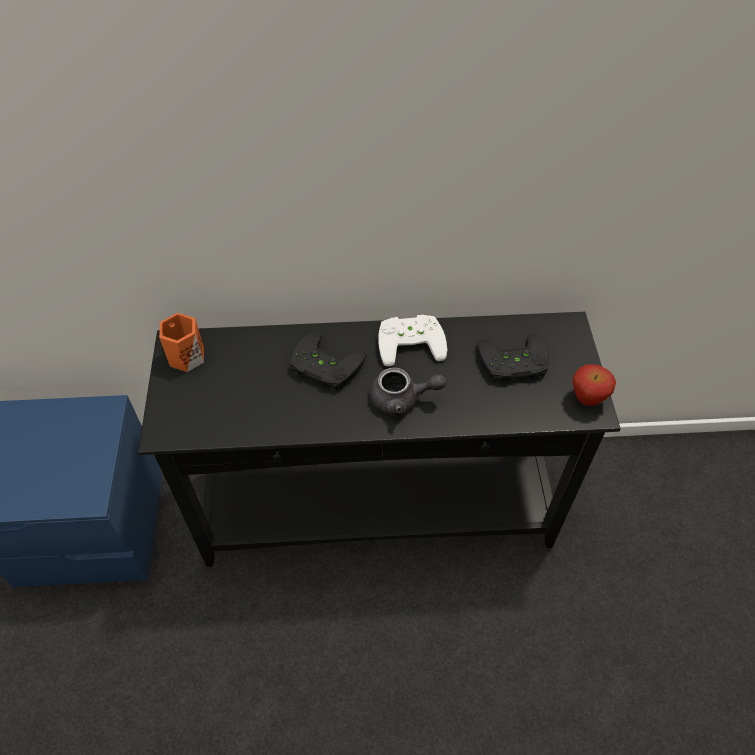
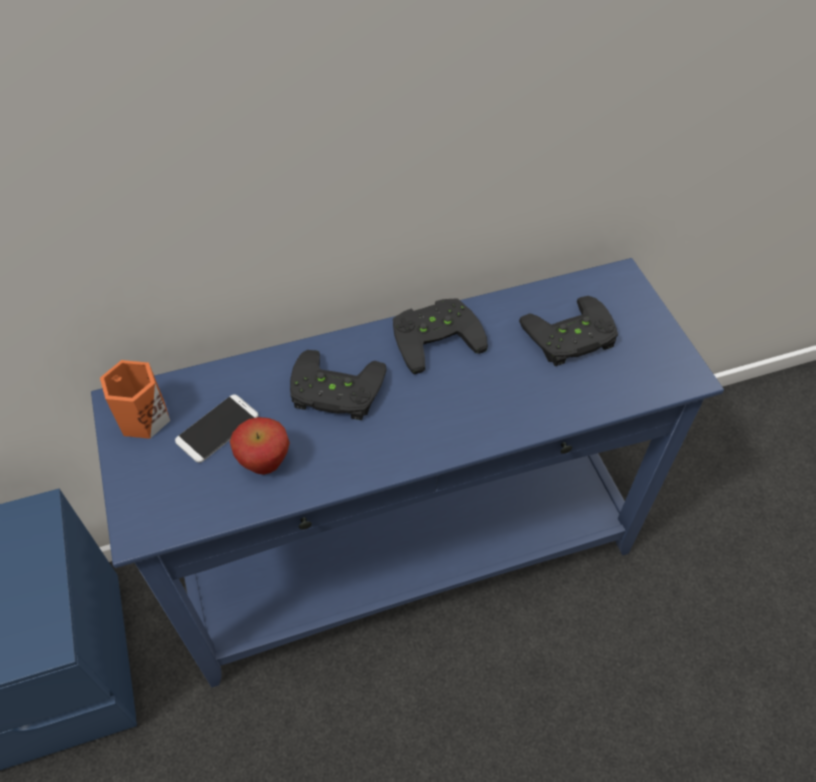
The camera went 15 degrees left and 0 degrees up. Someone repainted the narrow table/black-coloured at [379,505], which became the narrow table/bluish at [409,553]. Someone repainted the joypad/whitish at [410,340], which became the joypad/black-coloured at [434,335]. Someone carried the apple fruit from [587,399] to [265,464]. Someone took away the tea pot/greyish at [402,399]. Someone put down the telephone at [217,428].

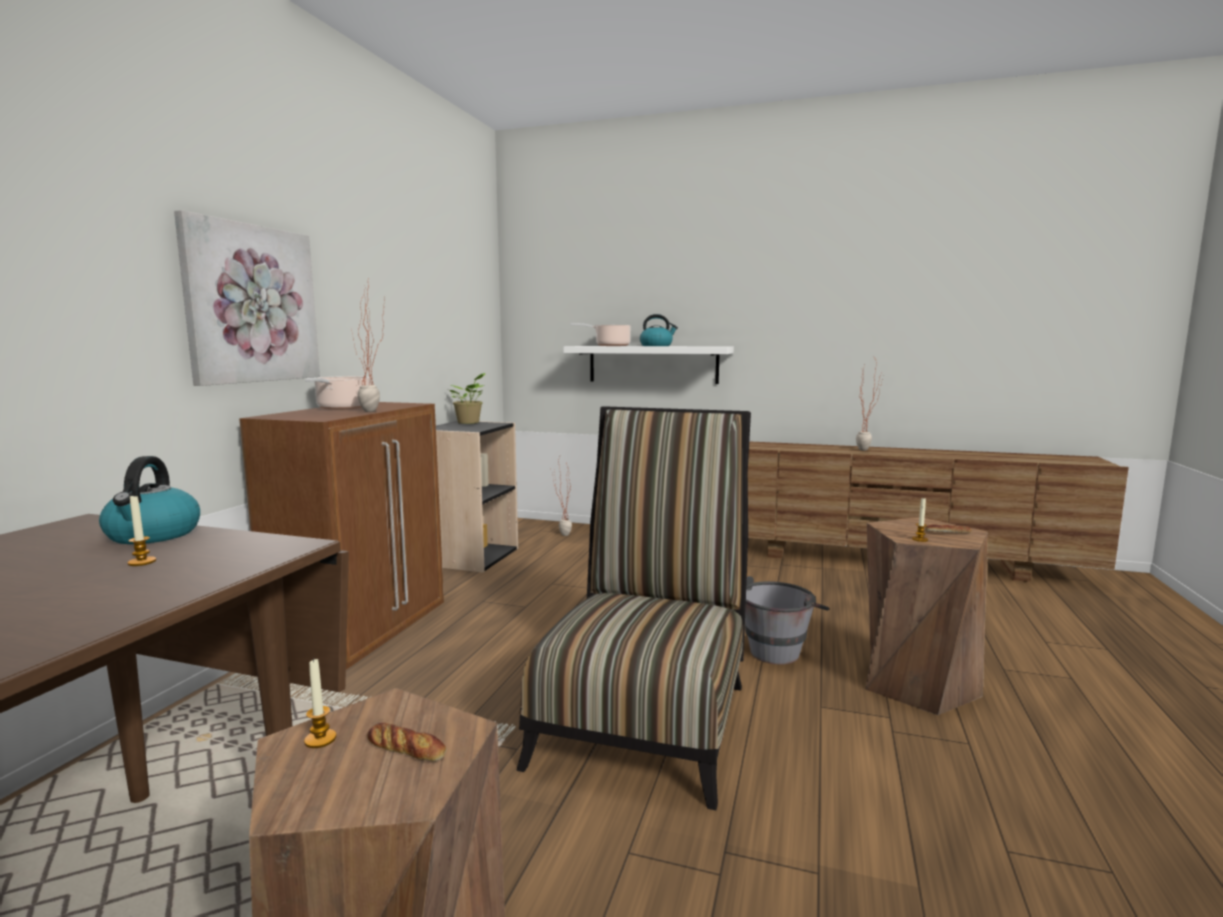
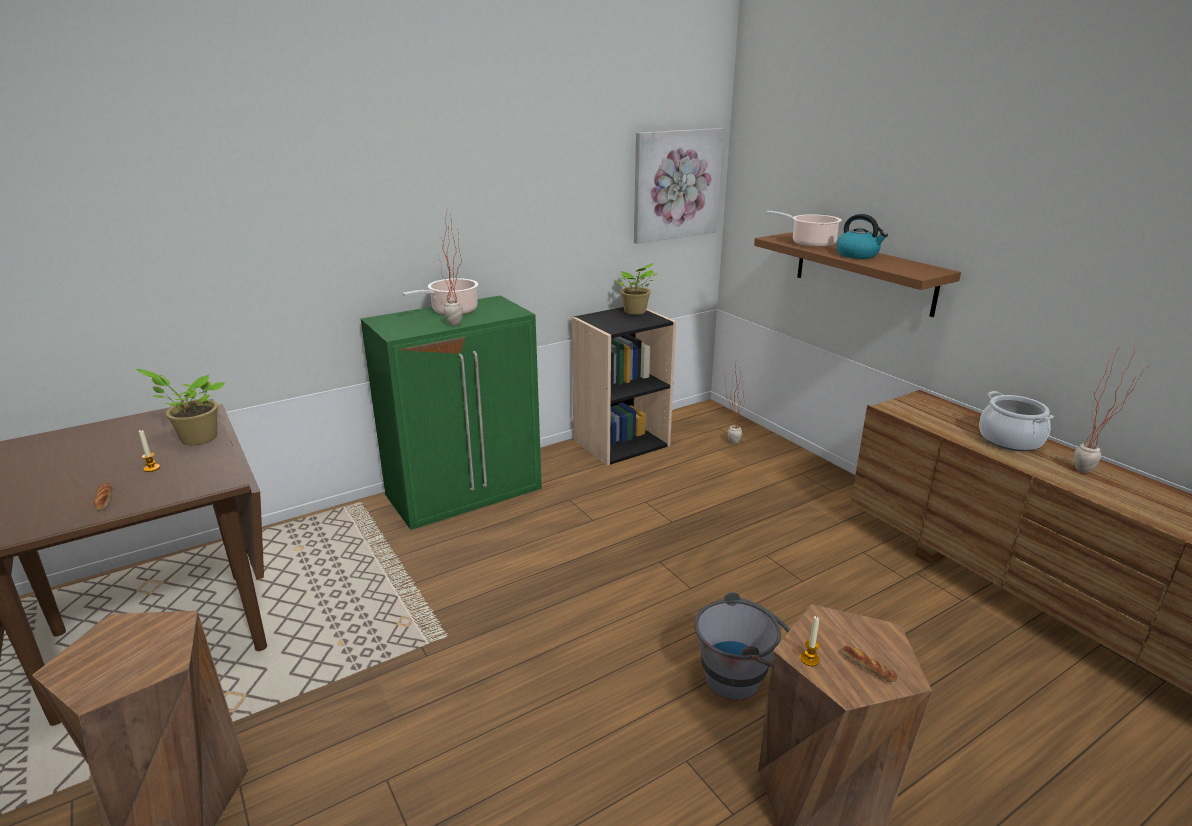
The camera went 40 degrees right and 15 degrees up. Someone carried the wall picture from [251,304] to [676,185]. Someone repainted the wall shelf/whitish at [653,364], which became the wall shelf/brownish at [863,273]. Someone repainted the cupboard/brownish at [363,627], which became the cupboard/green at [465,491]. Someone took away the upright chair at [646,714]. Someone swapped the water kettle at [153,535] for the houseplant at [196,438]. Someone took away the wax light at [320,739]. Someone carried the bakery bread from [406,749] to [104,499]. Someone put down the cooking pot at [1010,440].

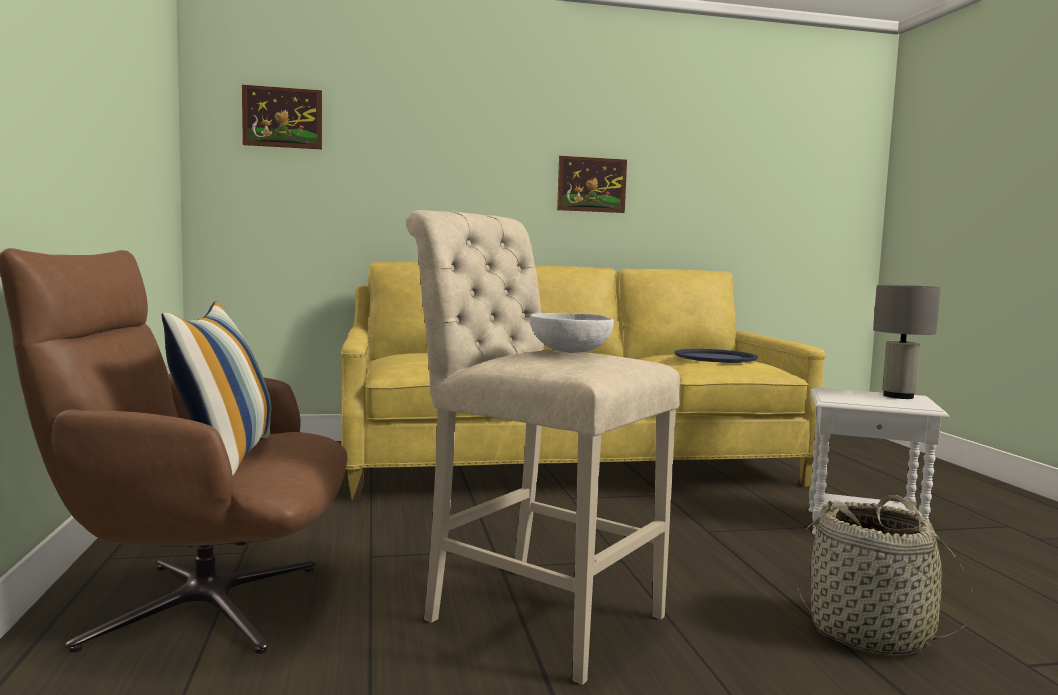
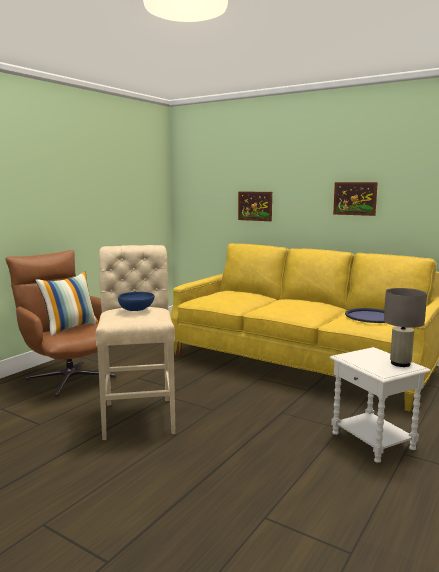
The camera went 45 degrees right and 5 degrees up. Someone carried the wall picture from [282,117] to [255,206]. Someone repainted the serving bowl/whitish at [570,351], which became the serving bowl/bluish at [137,309]. Someone took away the storage basket at [871,634].

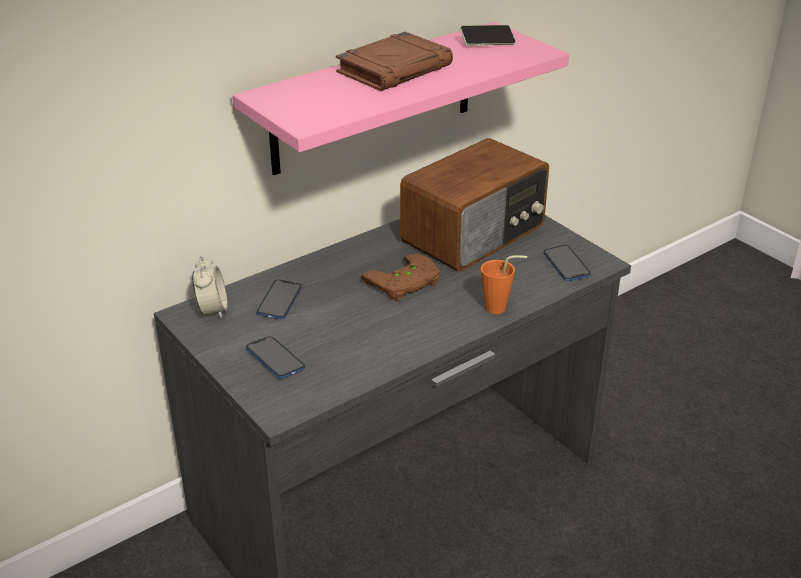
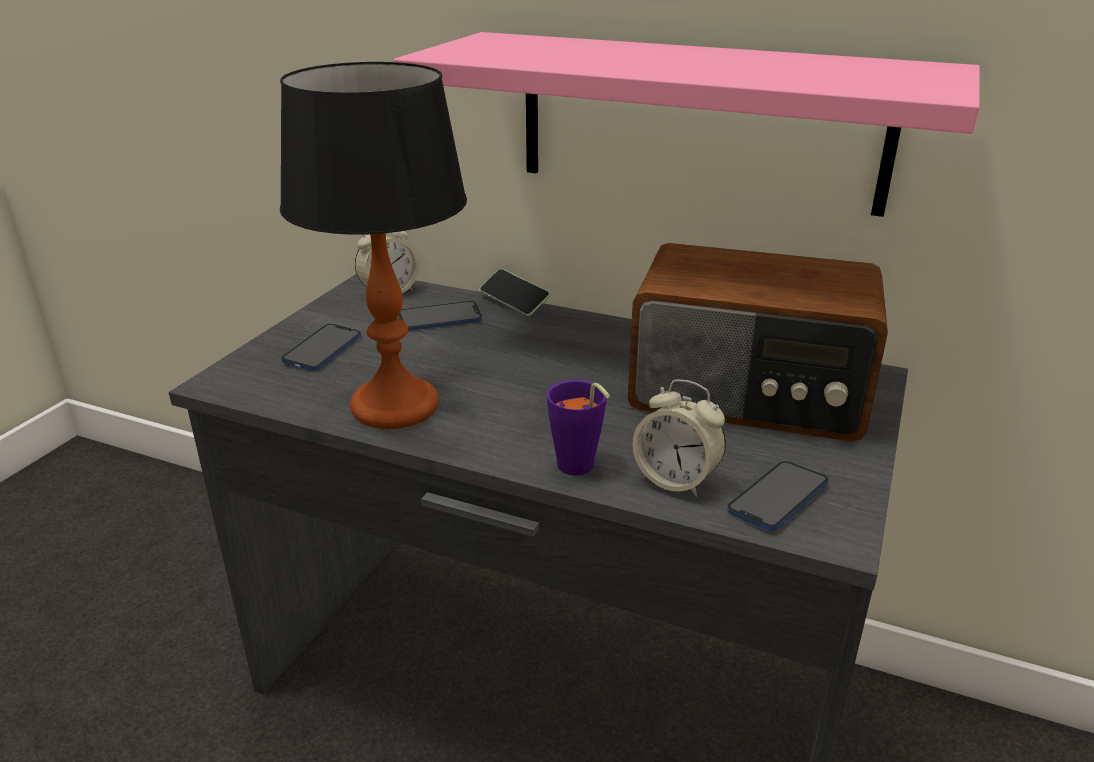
The camera went 60 degrees right and 5 degrees down. Someone carried the telephone from [487,43] to [514,302]. Someone took away the volume/brownish at [395,69]. Someone took away the joypad/brownish at [405,284]. Someone repainted the cup/orange-coloured at [500,308], which became the cup/purplish at [578,469]. Someone put down the tabletop lamp at [394,407]. Someone put down the alarm clock at [676,480].

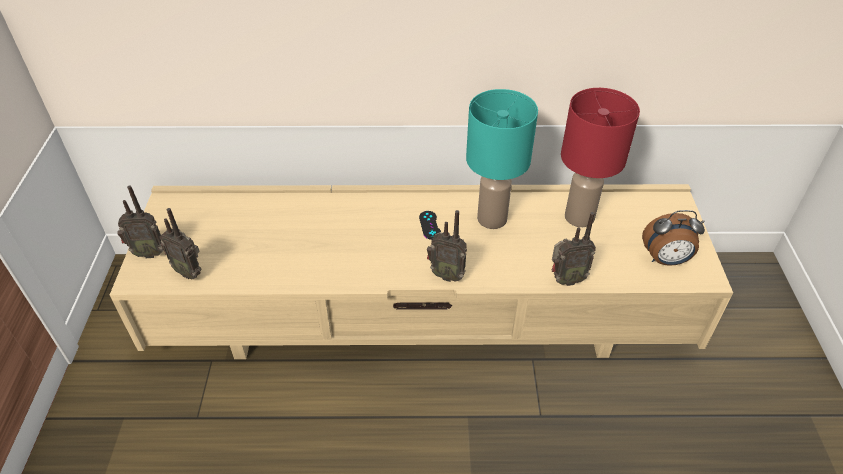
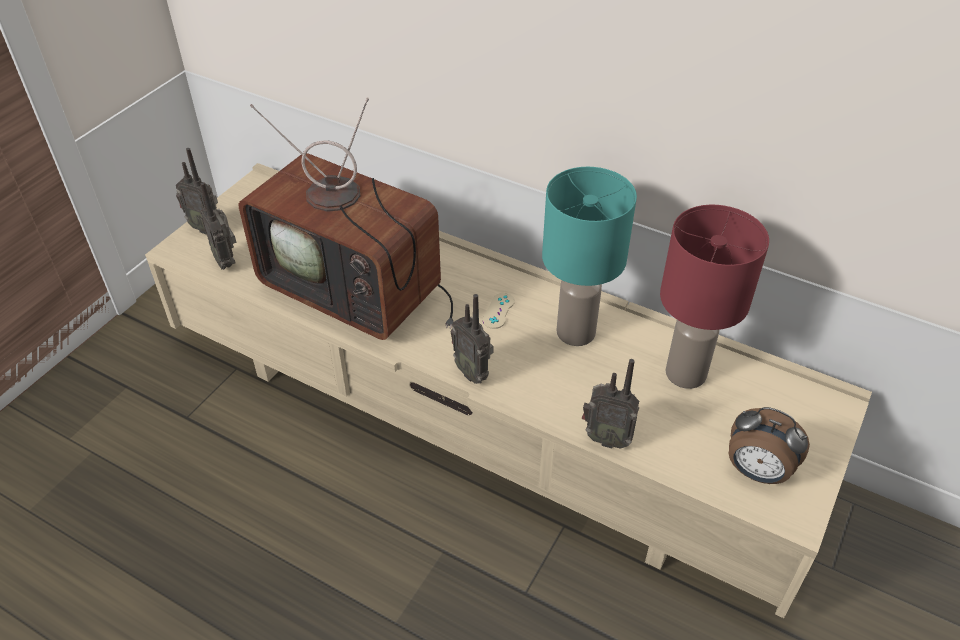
The camera went 30 degrees right and 0 degrees up. Someone repainted the joypad/black-coloured at [430,225], which became the joypad/sand-coloured at [498,311]. Someone put down the TV at [358,290].

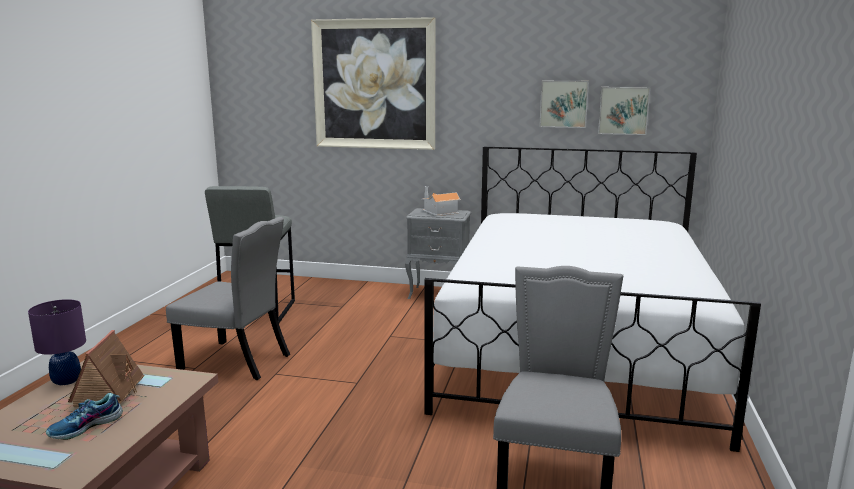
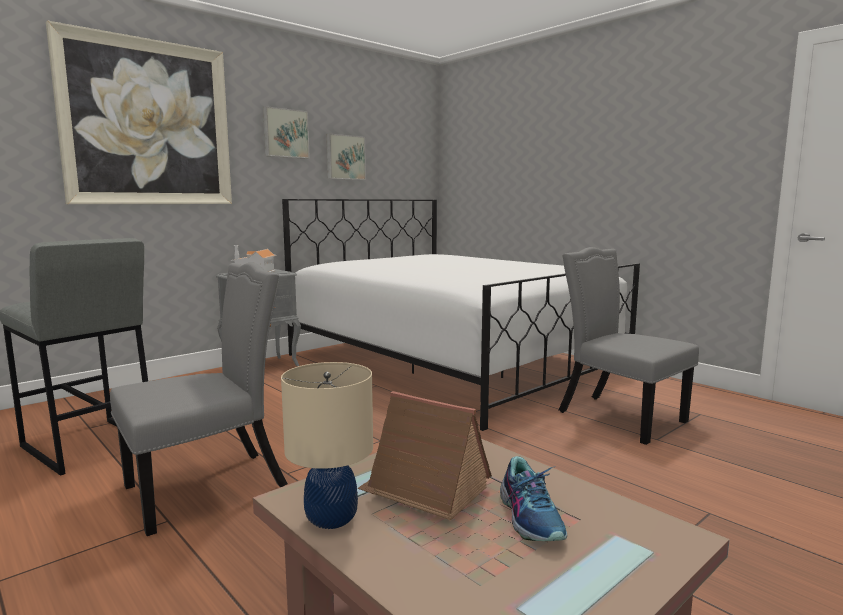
The camera went 55 degrees left and 5 degrees down. Someone carried the wall picture from [623,110] to [285,133]. Someone repainted the tabletop lamp/purplish at [67,382], which became the tabletop lamp/sand-coloured at [334,520].

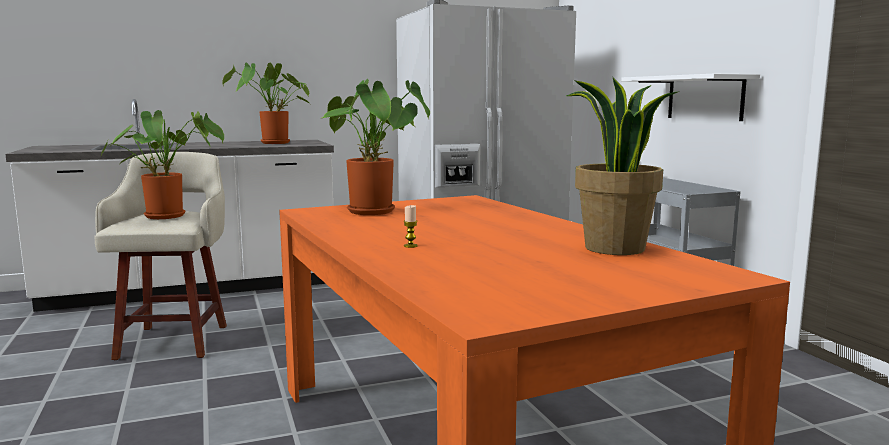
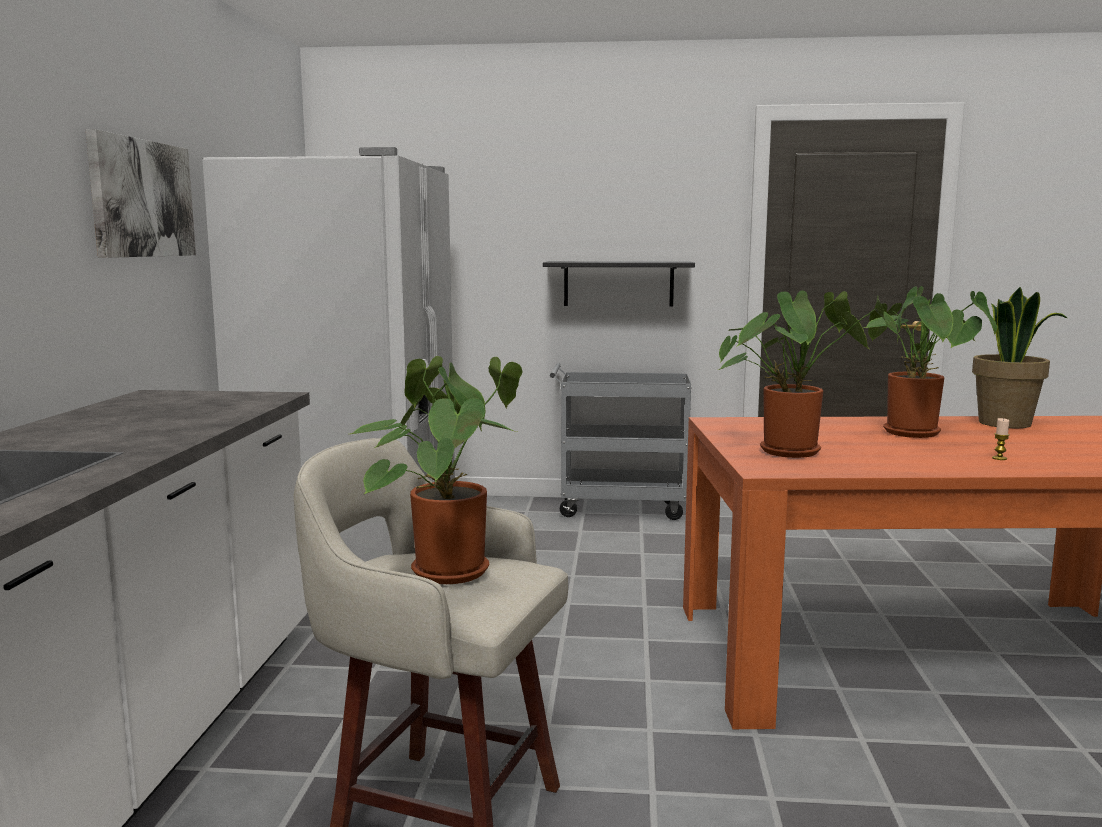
The camera went 65 degrees left and 0 degrees up. Someone carried the houseplant from [273,143] to [917,434]. Someone repainted the wall shelf/whitish at [705,97], which became the wall shelf/black-coloured at [618,283]. Someone put up the wall picture at [141,198].

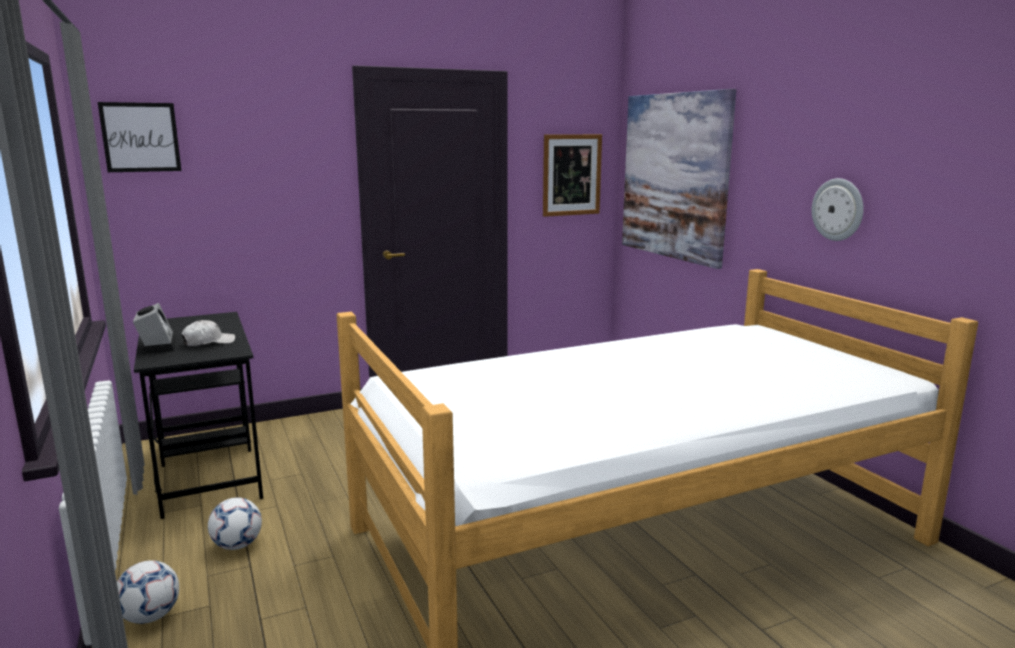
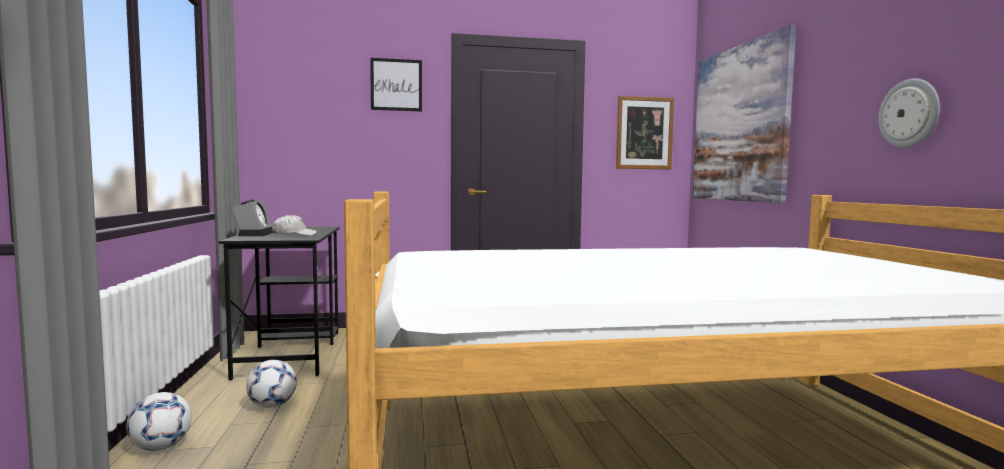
The camera went 15 degrees right and 10 degrees down. Someone carried the wall picture from [140,137] to [396,85].

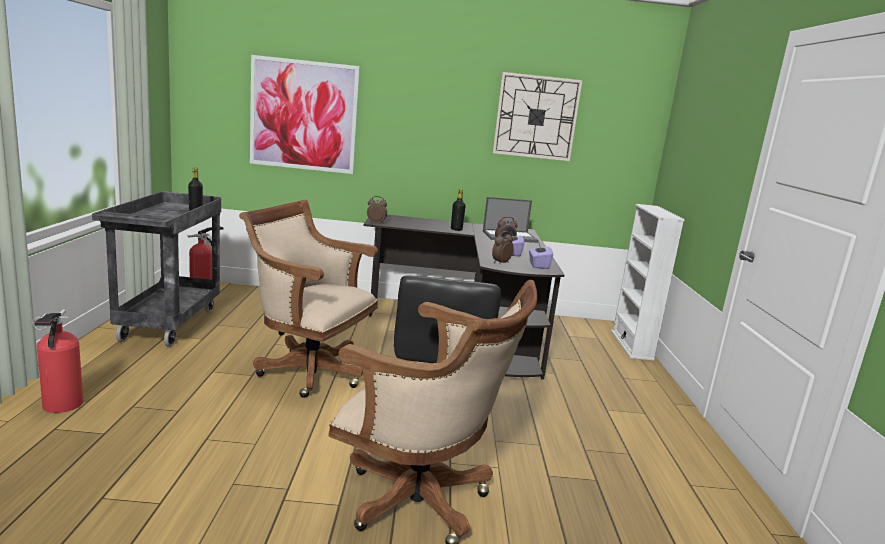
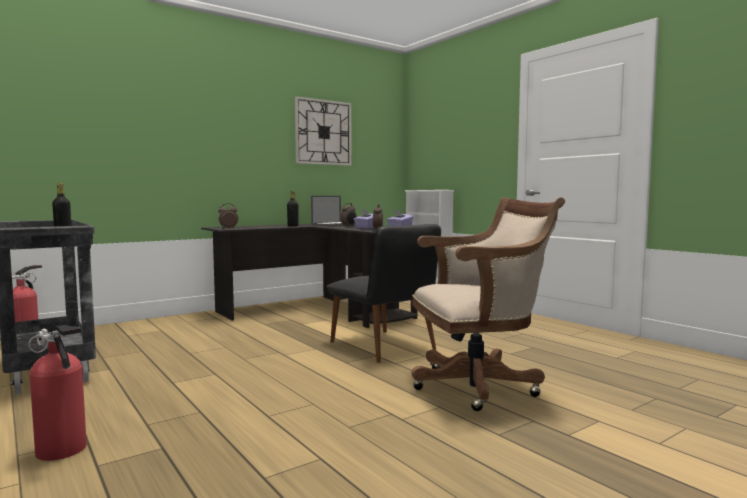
The camera went 35 degrees left and 10 degrees down. Someone took away the wall picture at [303,115]. Someone took away the computer chair at [307,372].

